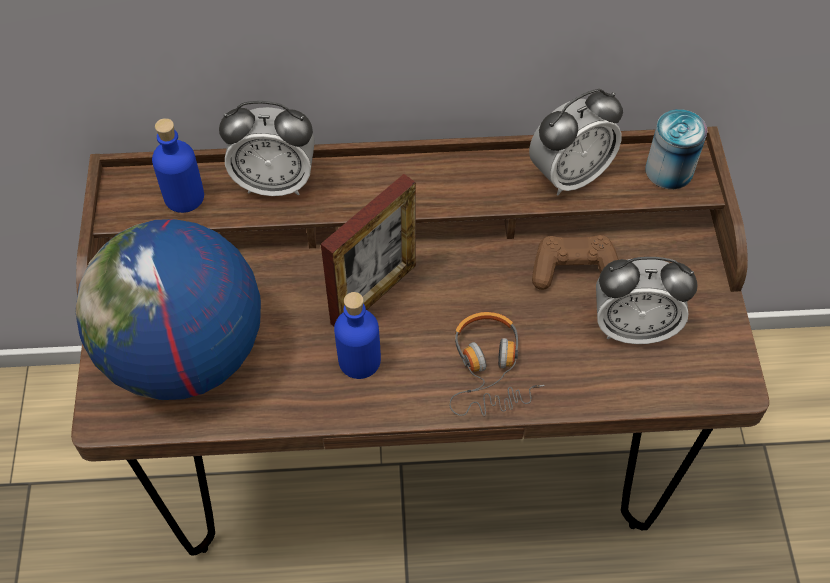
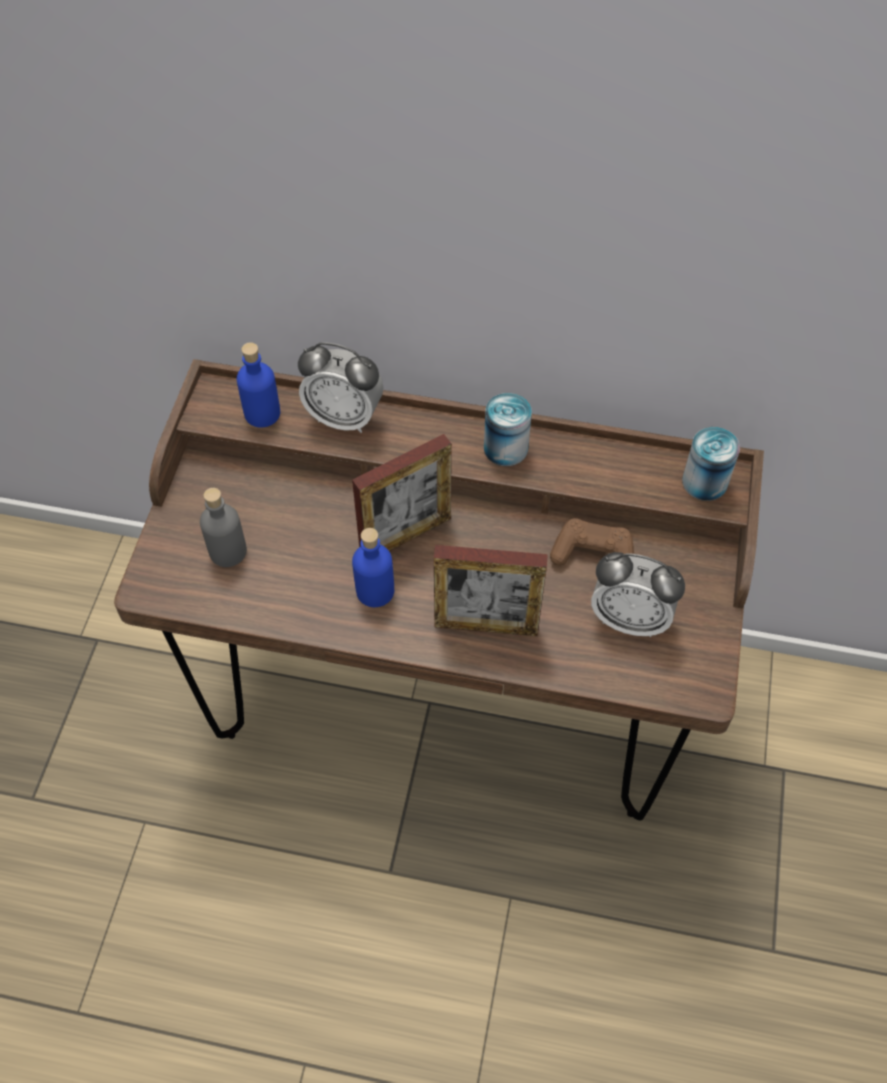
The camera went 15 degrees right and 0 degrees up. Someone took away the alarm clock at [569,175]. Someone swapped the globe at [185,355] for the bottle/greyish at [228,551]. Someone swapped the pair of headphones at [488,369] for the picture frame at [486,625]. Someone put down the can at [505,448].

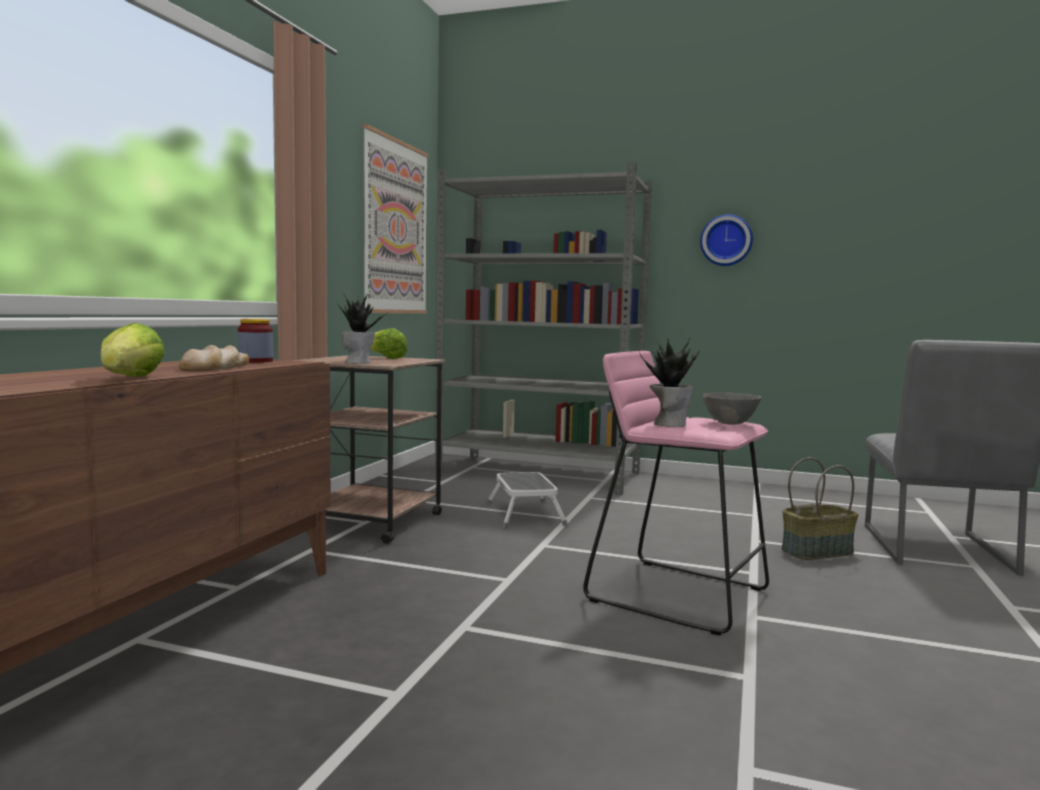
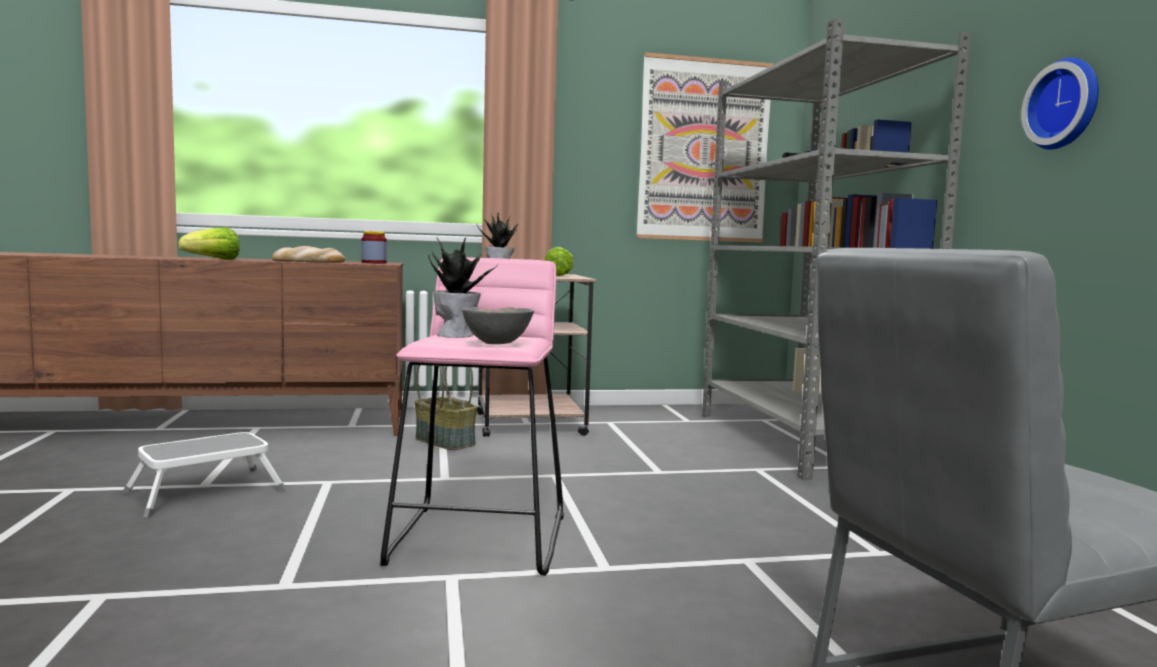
The camera went 60 degrees right and 0 degrees up. Someone carried the storage basket from [817,551] to [446,441]. Someone carried the step ladder/greyish from [524,514] to [205,491].

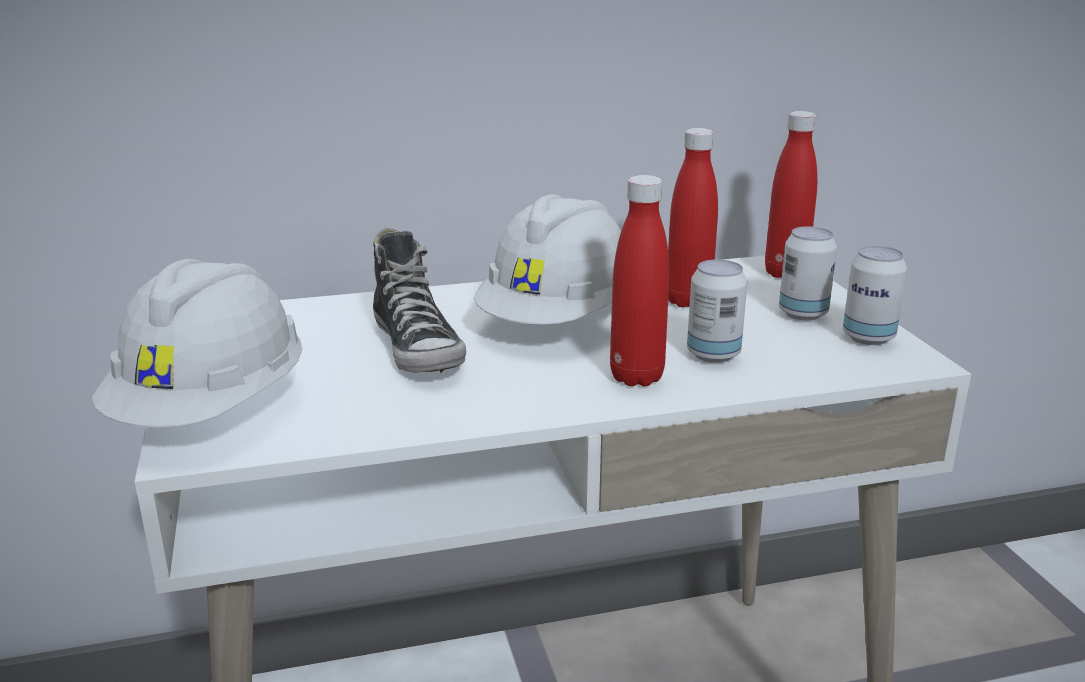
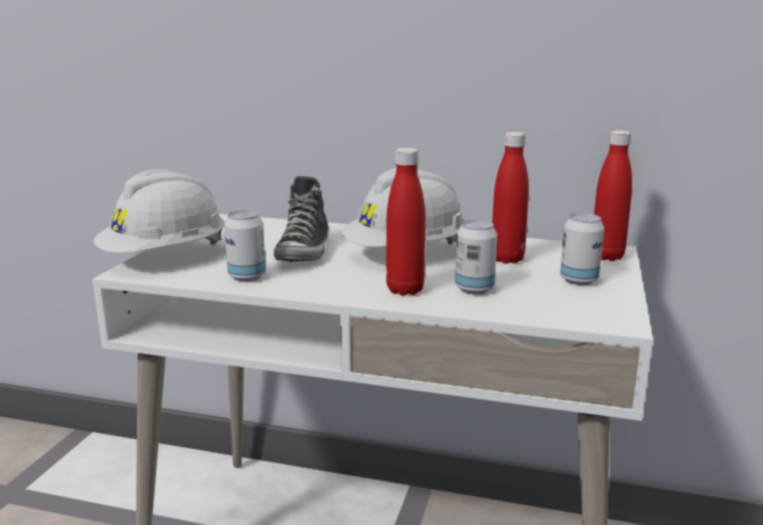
The camera went 30 degrees right and 5 degrees down. Someone carried the can from [868,337] to [247,277].

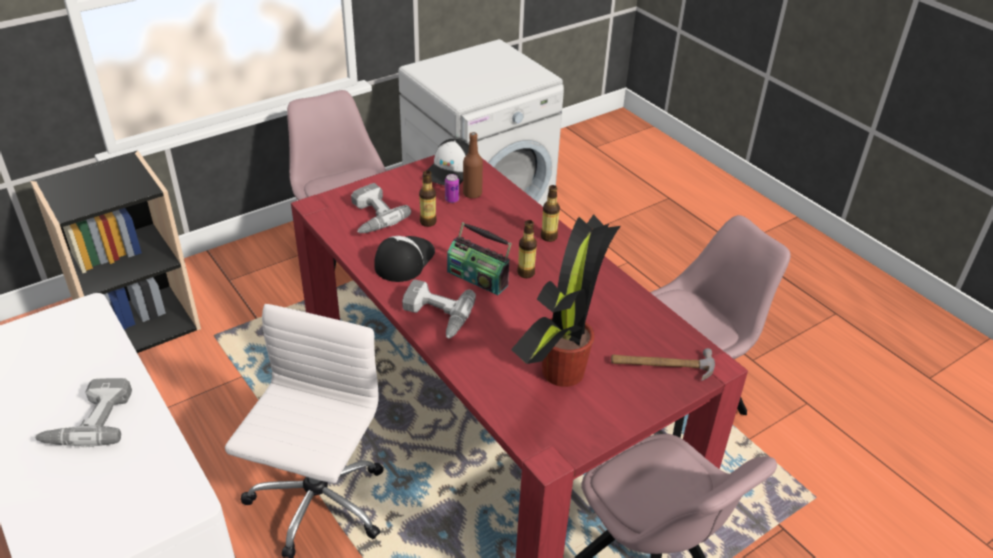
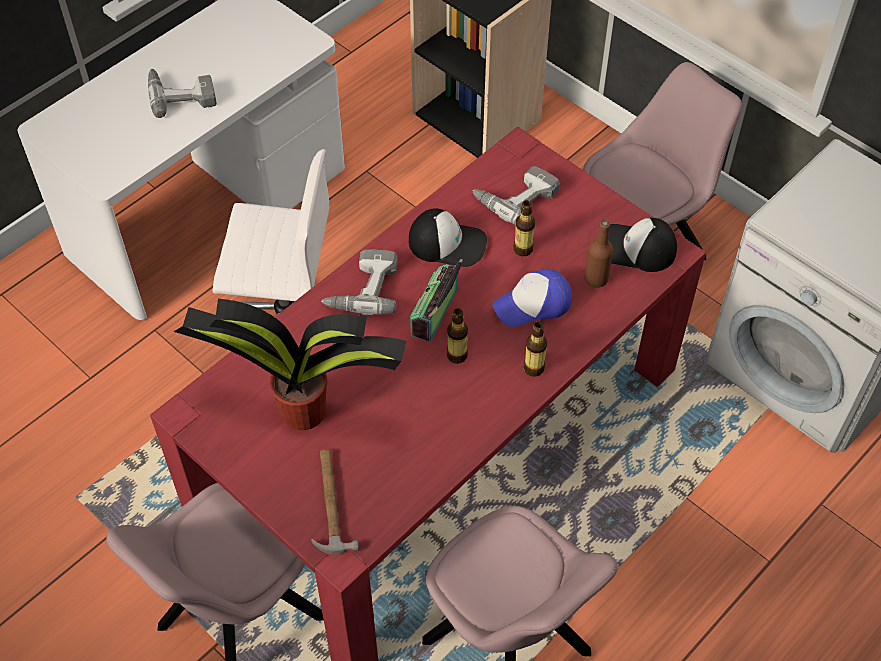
The camera went 80 degrees right and 15 degrees up. Someone took away the can at [452,200]. Someone put down the baseball cap at [533,304].

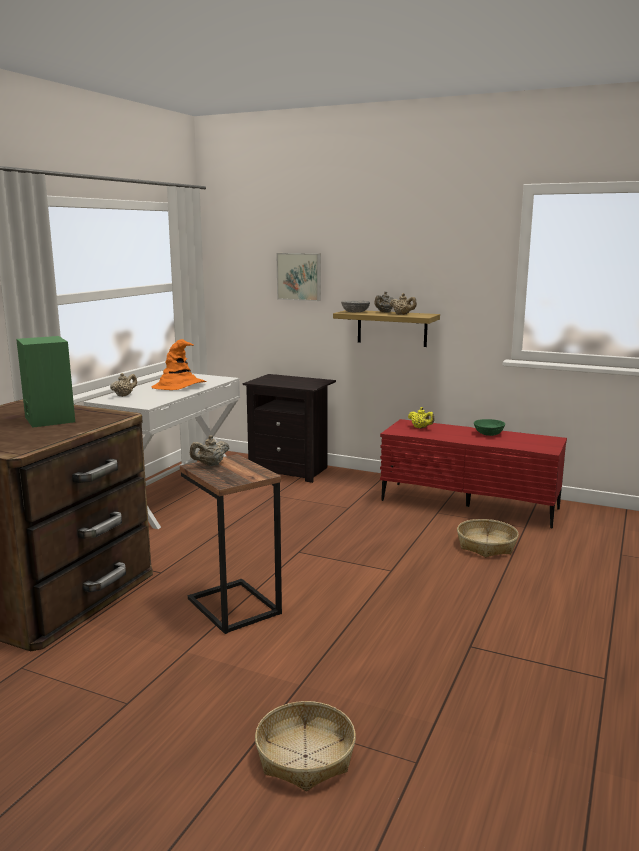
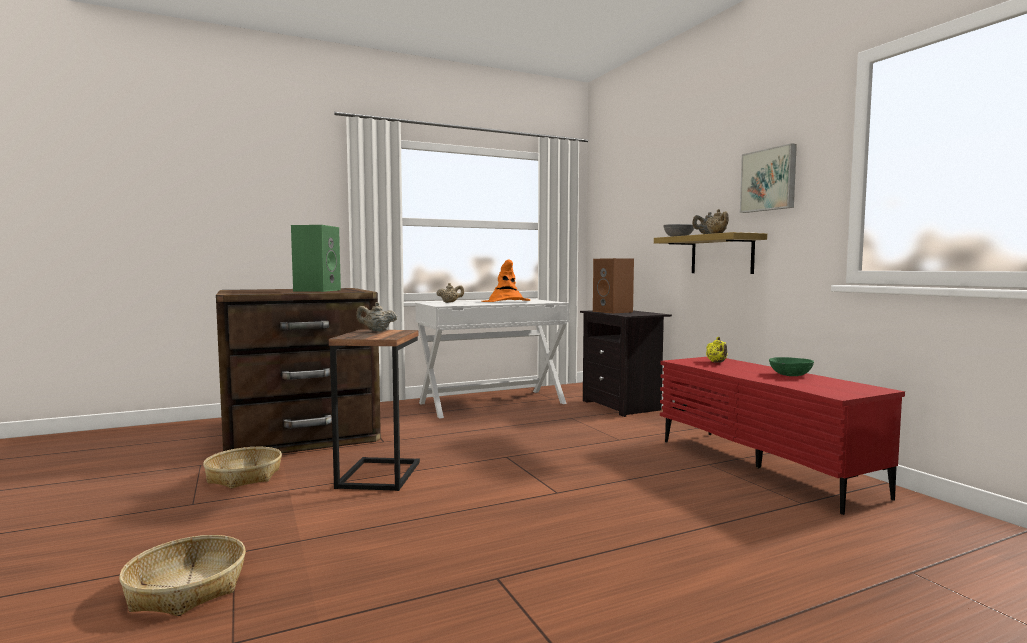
The camera went 40 degrees right and 10 degrees down. Someone carried the wall picture from [299,276] to [769,180]. Someone carried the storage basket from [486,545] to [244,476]. Someone put down the audio speaker/brownish at [613,311].

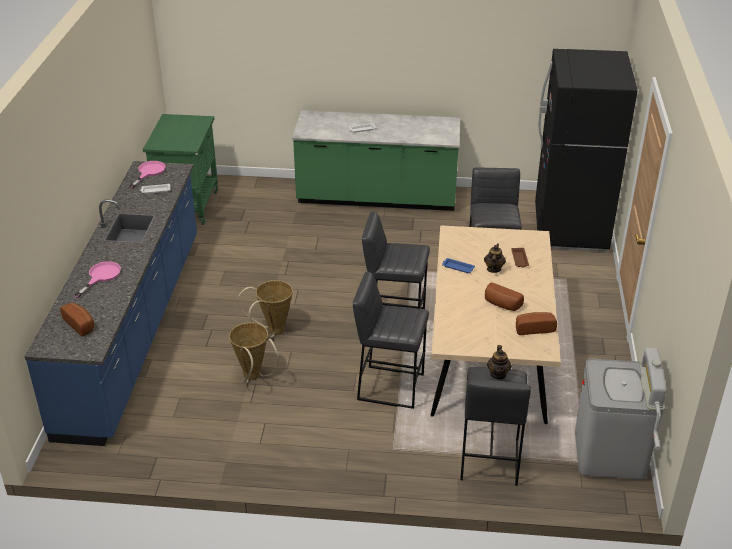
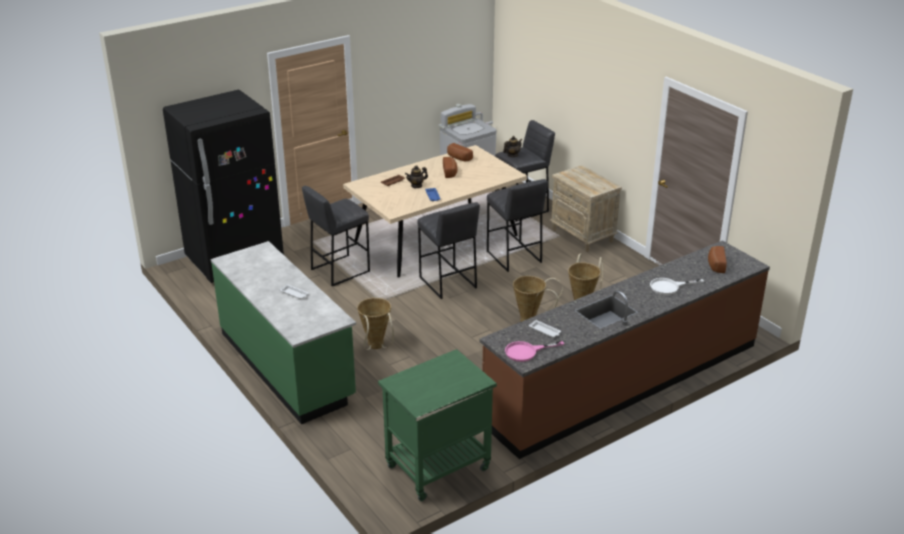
The camera went 130 degrees left and 5 degrees down. Someone repainted the counter/bluish at [134,329], which became the counter/brownish at [623,382]. Someone repainted the frying pan/pink at [101,276], which became the frying pan/whitish at [669,287]. Someone put down the night table/sand-coloured at [583,236]. Someone put down the storage basket at [376,347].

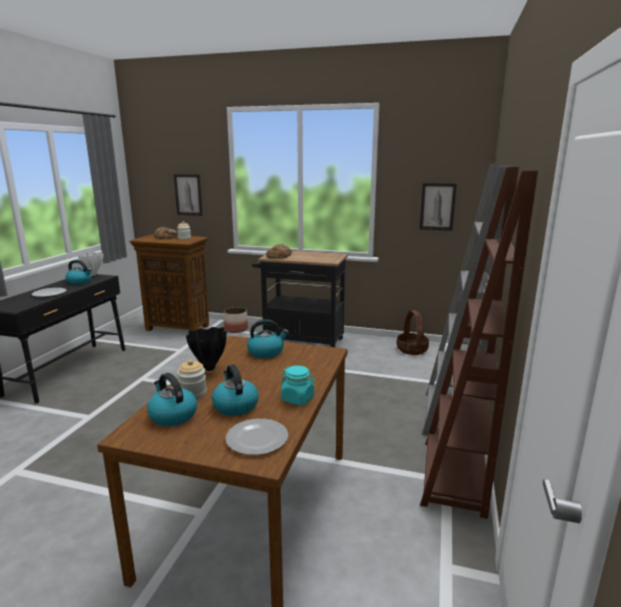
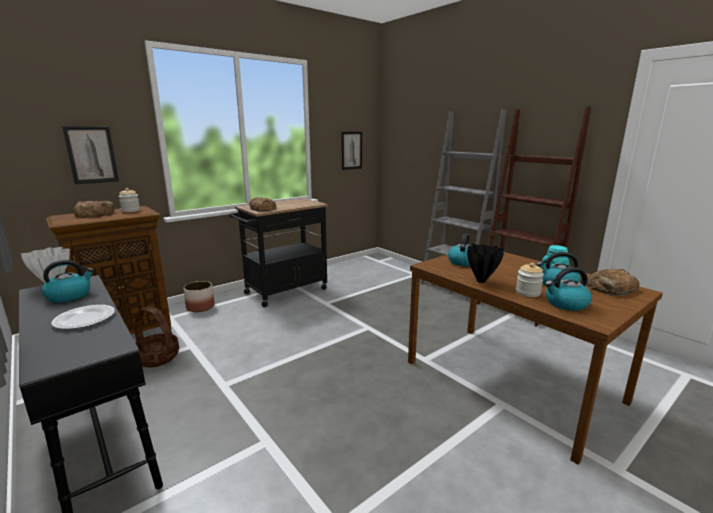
The camera went 55 degrees left and 0 degrees up. Someone carried the storage basket from [412,349] to [157,357]. Someone swapped the dinner plate at [256,439] for the bakery bread at [611,288].

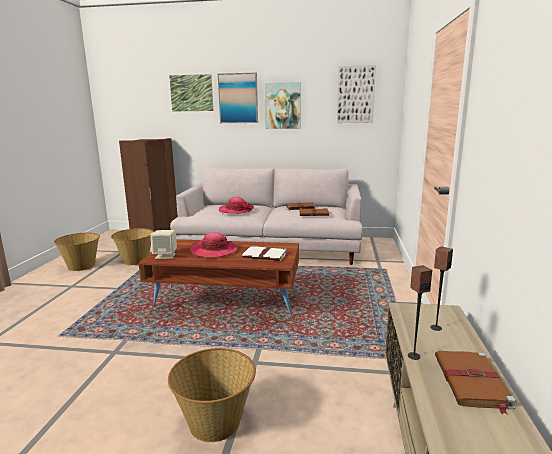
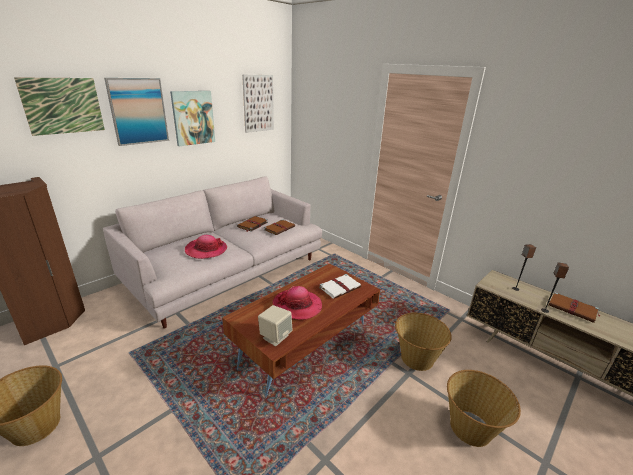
The camera went 55 degrees left and 10 degrees up. Someone carried the storage basket from [136,260] to [416,358].

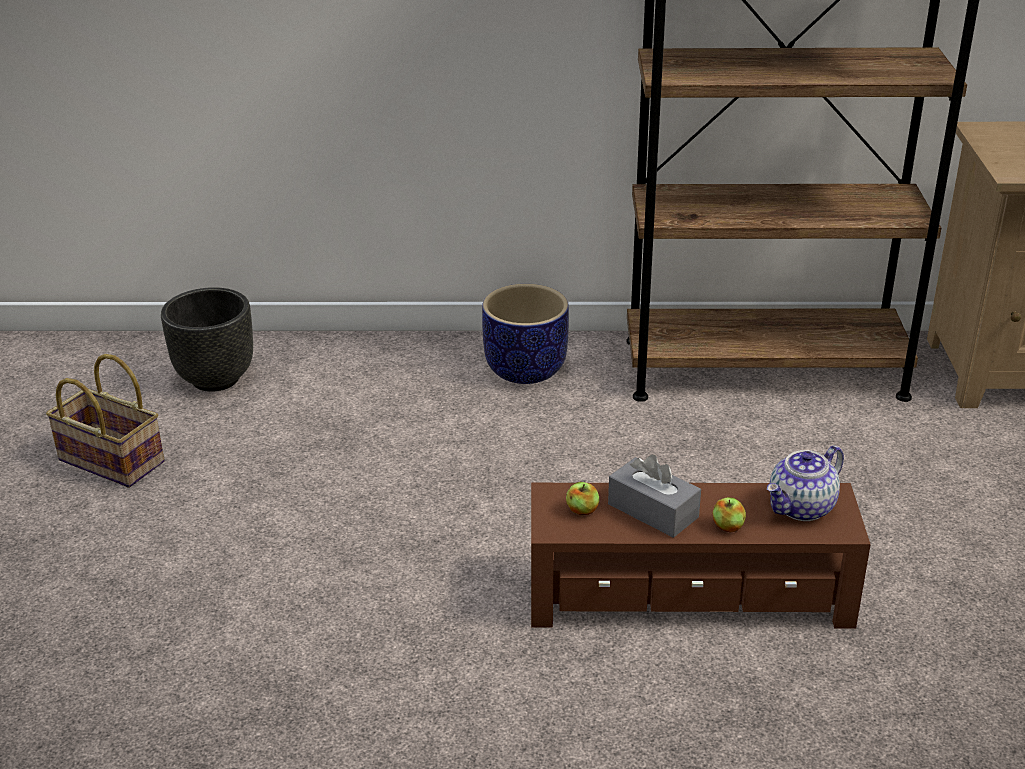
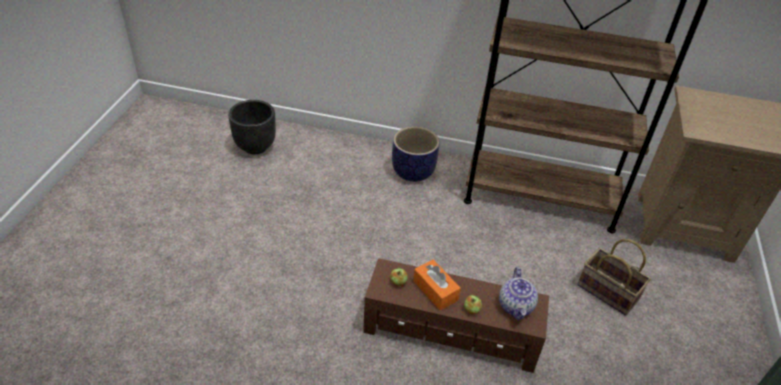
The camera went 10 degrees right and 10 degrees up. Someone carried the storage basket from [108,461] to [606,292]. Someone rotated the tea pot at [802,508] by 60 degrees counterclockwise. Someone repainted the tissue box/greyish at [653,511], which became the tissue box/orange-coloured at [435,290].

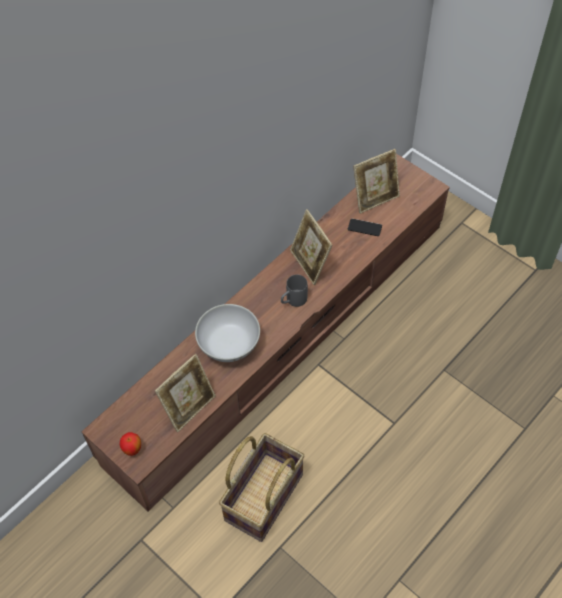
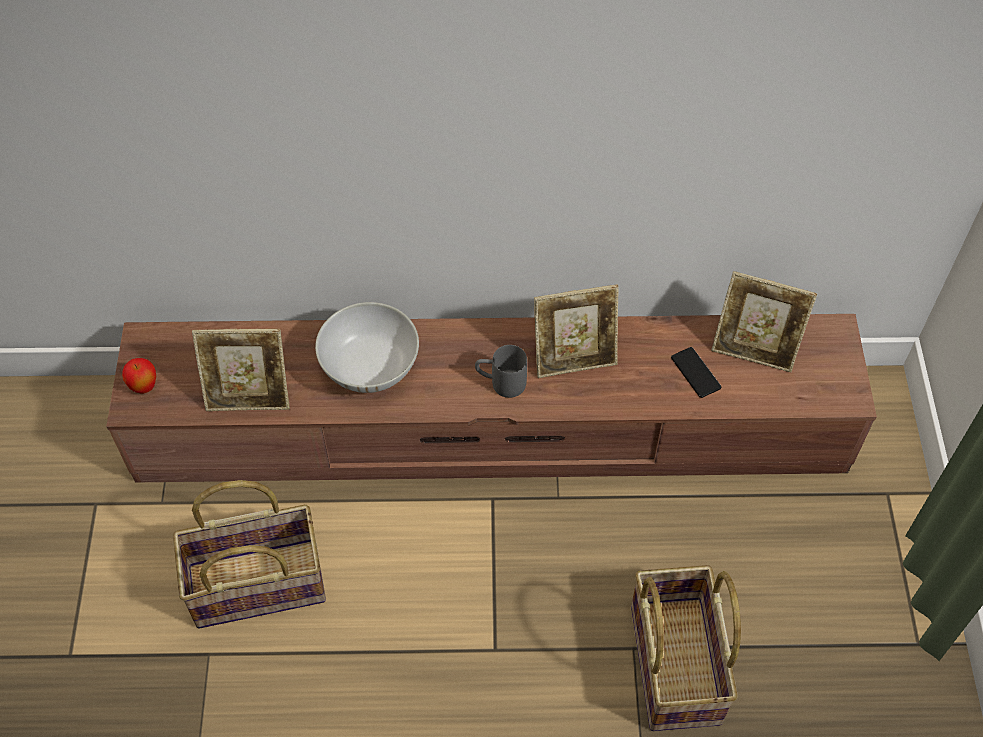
The camera went 45 degrees right and 0 degrees up. Someone rotated the picture frame at [310,264] by 120 degrees counterclockwise. Someone put down the storage basket at [677,664].

